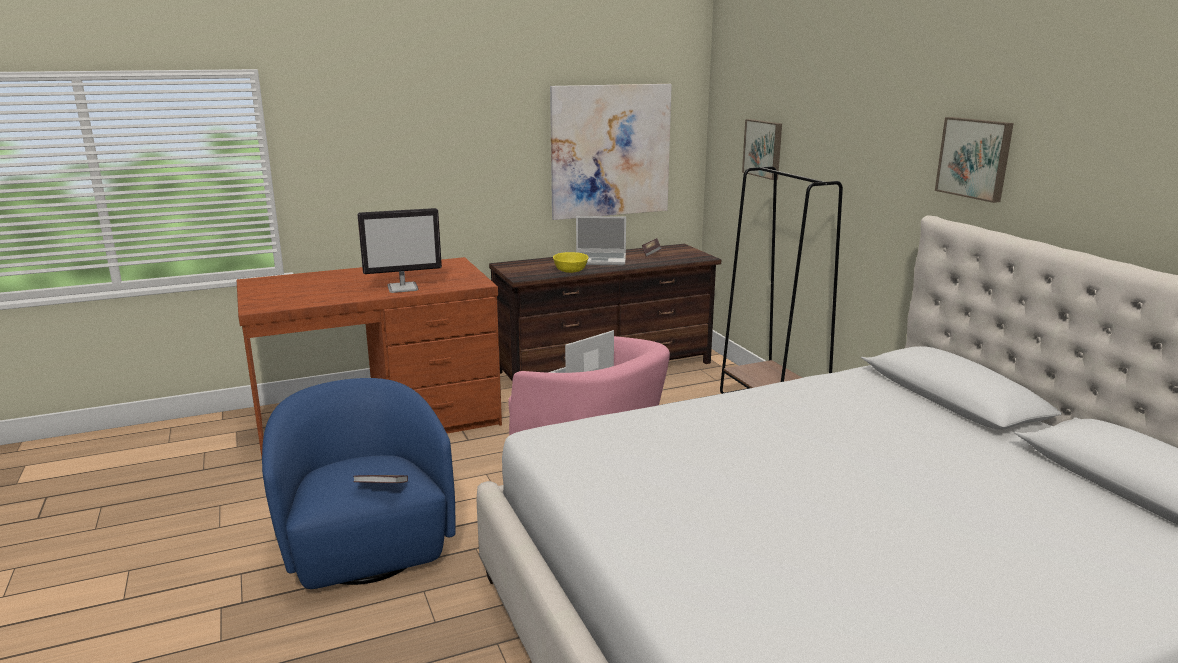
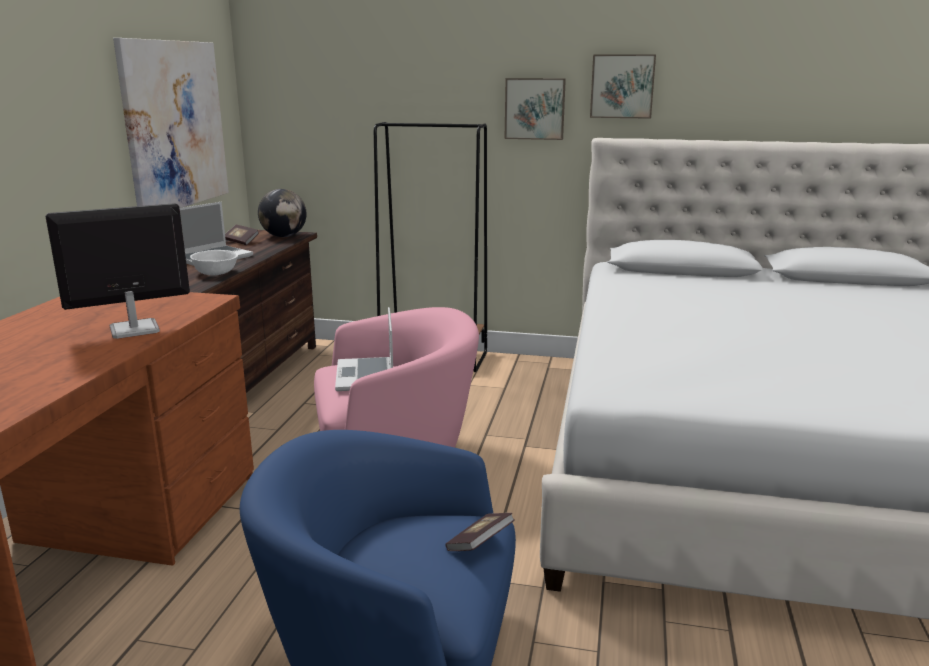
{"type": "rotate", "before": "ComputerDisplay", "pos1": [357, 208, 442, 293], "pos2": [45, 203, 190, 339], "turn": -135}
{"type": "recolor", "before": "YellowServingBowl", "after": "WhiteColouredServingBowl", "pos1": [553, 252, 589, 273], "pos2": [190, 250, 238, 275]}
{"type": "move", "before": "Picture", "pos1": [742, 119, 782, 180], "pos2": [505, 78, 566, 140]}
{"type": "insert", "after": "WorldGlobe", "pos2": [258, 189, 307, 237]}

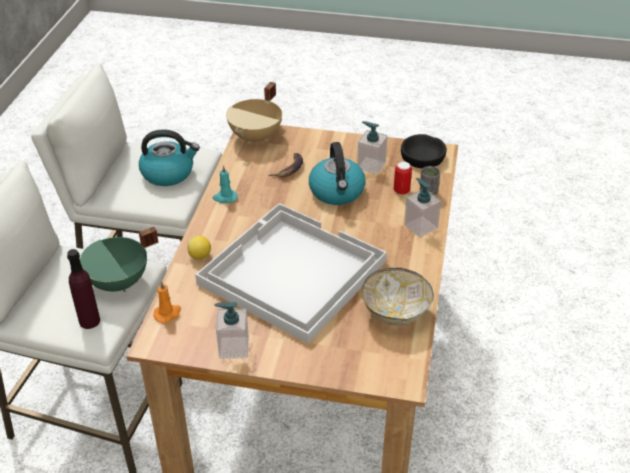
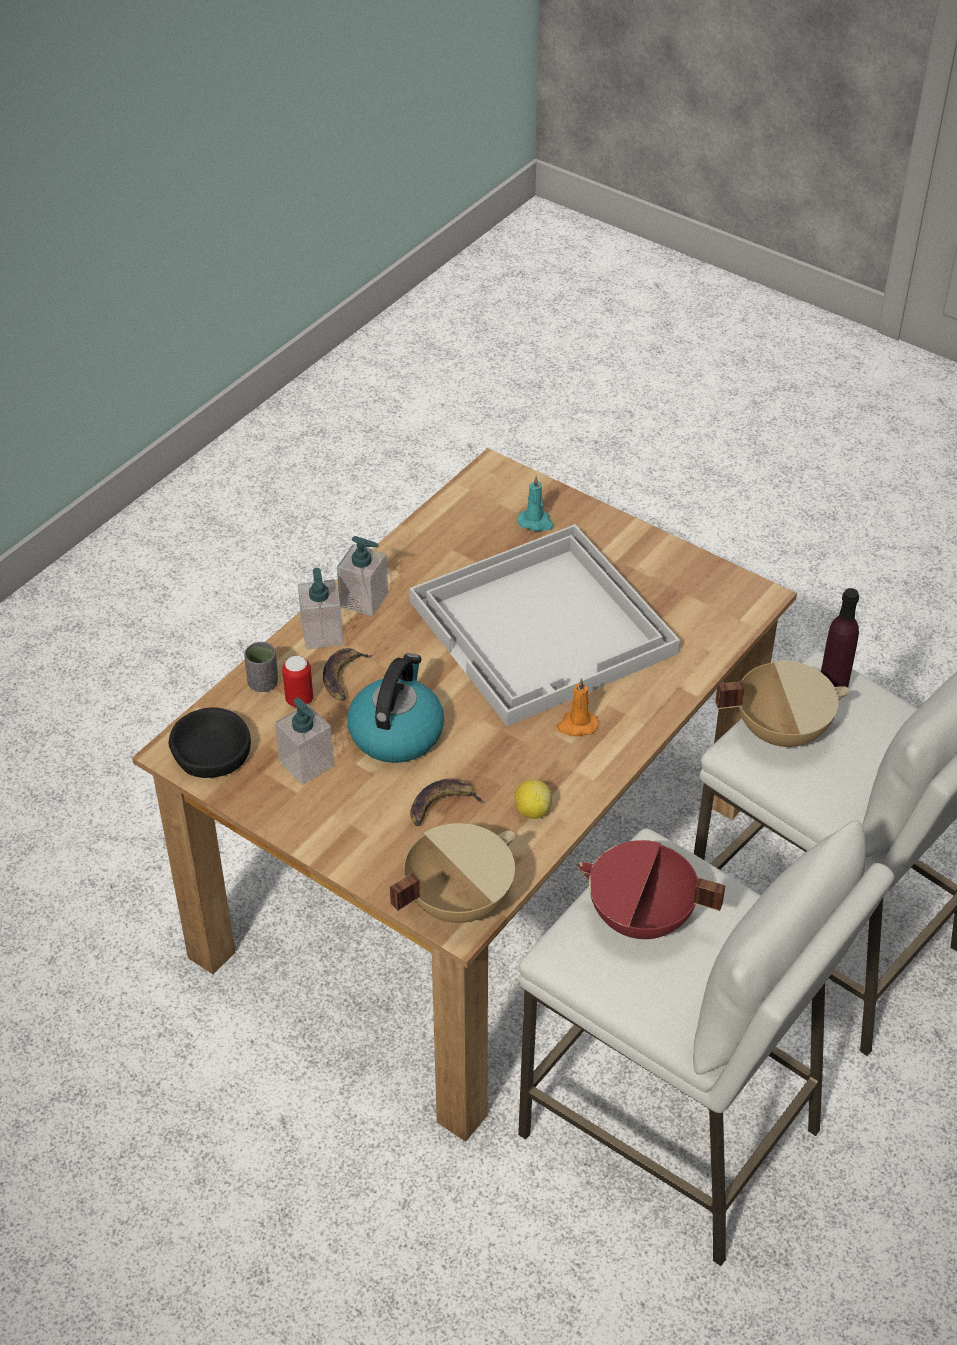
{"type": "recolor", "before": "GreenColouredCookingPot", "after": "BeigeCookingPot", "pos1": [80, 227, 158, 292], "pos2": [715, 660, 850, 749]}
{"type": "replace", "before": "WaterKettle", "after": "RedColouredCookingPot", "pos1": [139, 130, 200, 186], "pos2": [577, 840, 726, 939]}
{"type": "move", "before": "OrangeColouredCandle", "pos1": [153, 280, 181, 323], "pos2": [557, 678, 598, 736]}
{"type": "move", "before": "WholeLemon", "pos1": [187, 236, 211, 259], "pos2": [514, 779, 552, 819]}
{"type": "move", "before": "TurquoiseCandle", "pos1": [213, 165, 238, 203], "pos2": [517, 475, 554, 531]}
{"type": "move", "before": "LiquidSoapBottle", "pos1": [214, 302, 249, 359], "pos2": [337, 536, 388, 617]}
{"type": "delete", "before": "ServingBowl", "pos1": [362, 268, 434, 326]}
{"type": "insert", "after": "WholeBanana", "pos2": [323, 648, 373, 701]}

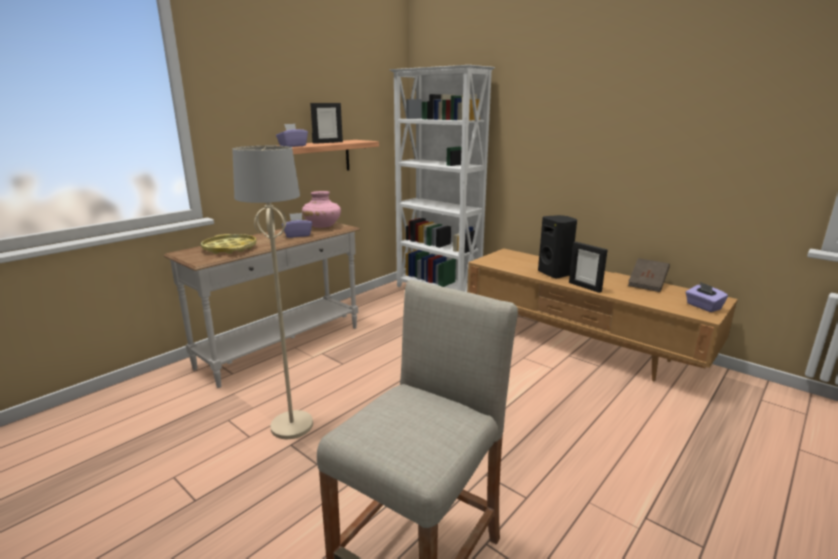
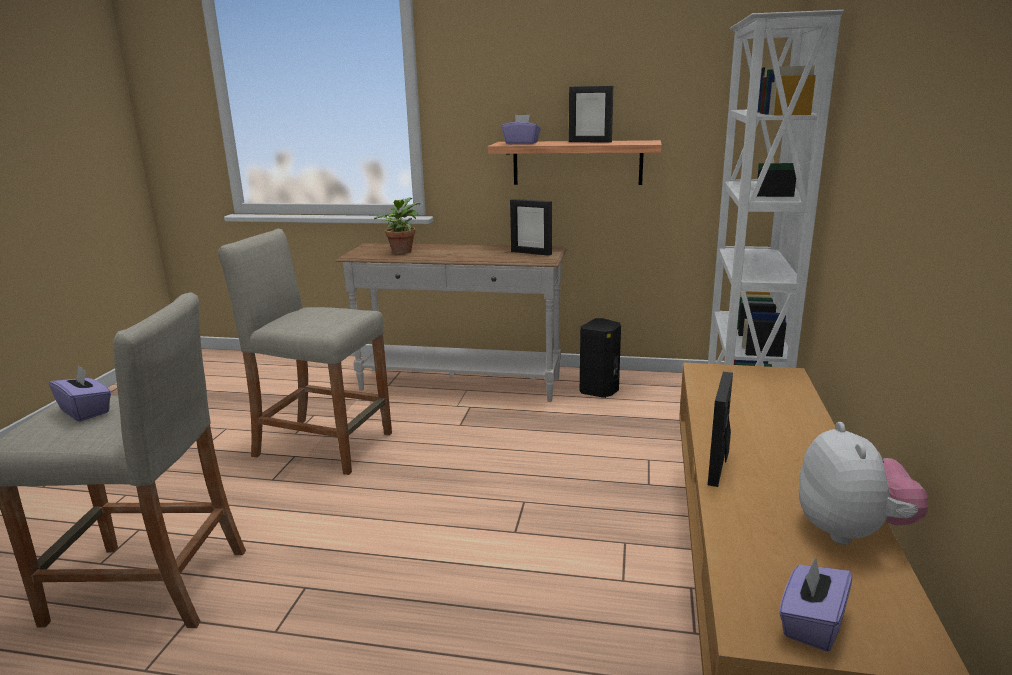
{"type": "replace", "before": "YellowCarryingTray", "after": "PottedPlant", "pos1": [201, 234, 256, 254], "pos2": [374, 197, 420, 254]}
{"type": "replace", "before": "BeigeStandingLamp", "after": "BeigeStoolSeat", "pos1": [232, 146, 313, 439], "pos2": [217, 229, 392, 475]}
{"type": "move", "before": "PurplishBoxOfTissues", "pos1": [282, 213, 312, 238], "pos2": [49, 365, 111, 422]}
{"type": "replace", "before": "PinkColouredFlowerVase", "after": "PhotoFrame", "pos1": [302, 191, 341, 228], "pos2": [510, 199, 552, 256]}
{"type": "move", "before": "BlackColouredSpeaker", "pos1": [538, 215, 577, 279], "pos2": [580, 318, 621, 398]}
{"type": "replace", "before": "BrownishBook", "after": "PlushToy", "pos1": [628, 258, 670, 292], "pos2": [799, 422, 928, 545]}

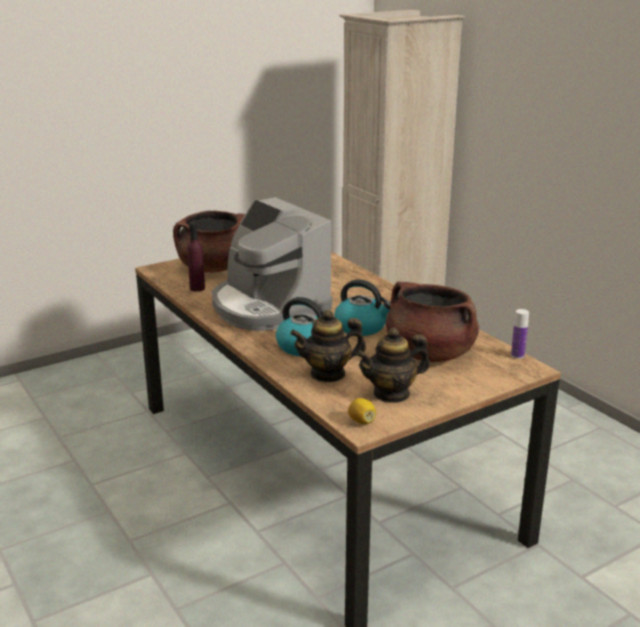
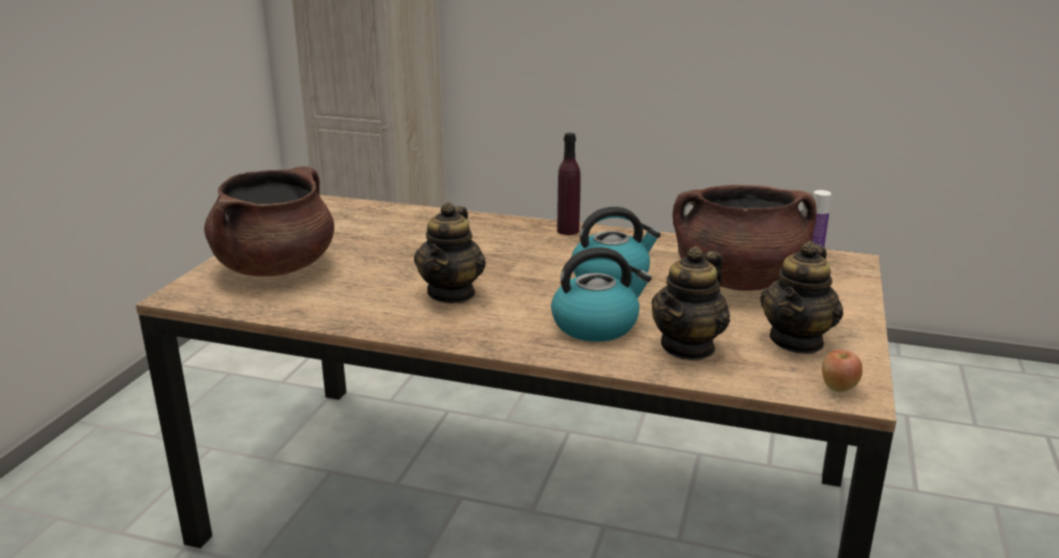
{"type": "move", "before": "PurplishBottle", "pos1": [187, 223, 205, 292], "pos2": [557, 133, 581, 235]}
{"type": "replace", "before": "CoffeeBrewer", "after": "Teapot", "pos1": [212, 197, 333, 331], "pos2": [414, 202, 486, 304]}
{"type": "replace", "before": "WholeLemon", "after": "AppleFruit", "pos1": [348, 398, 376, 424], "pos2": [822, 350, 862, 392]}

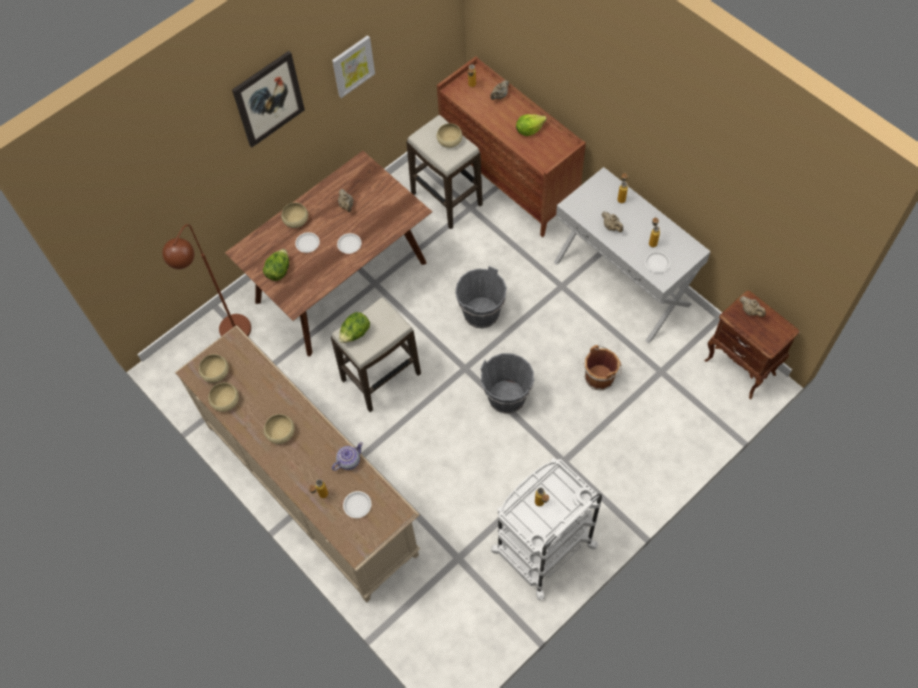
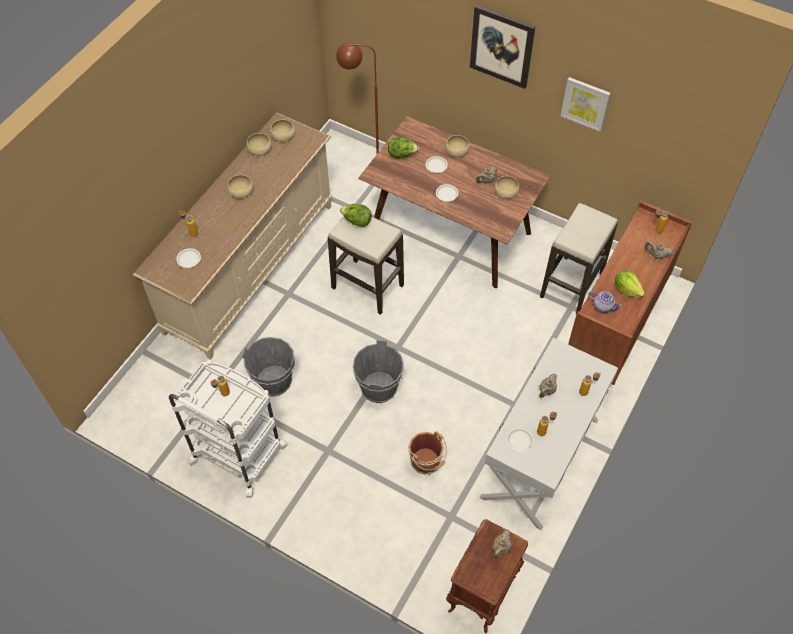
{"type": "move", "before": "Teapot", "pos1": [332, 442, 363, 471], "pos2": [589, 291, 622, 313]}
{"type": "move", "before": "BeigeServingBowl", "pos1": [437, 123, 462, 148], "pos2": [494, 176, 519, 199]}
{"type": "move", "before": "GreyishWaterBucket", "pos1": [455, 266, 507, 328], "pos2": [242, 337, 295, 396]}

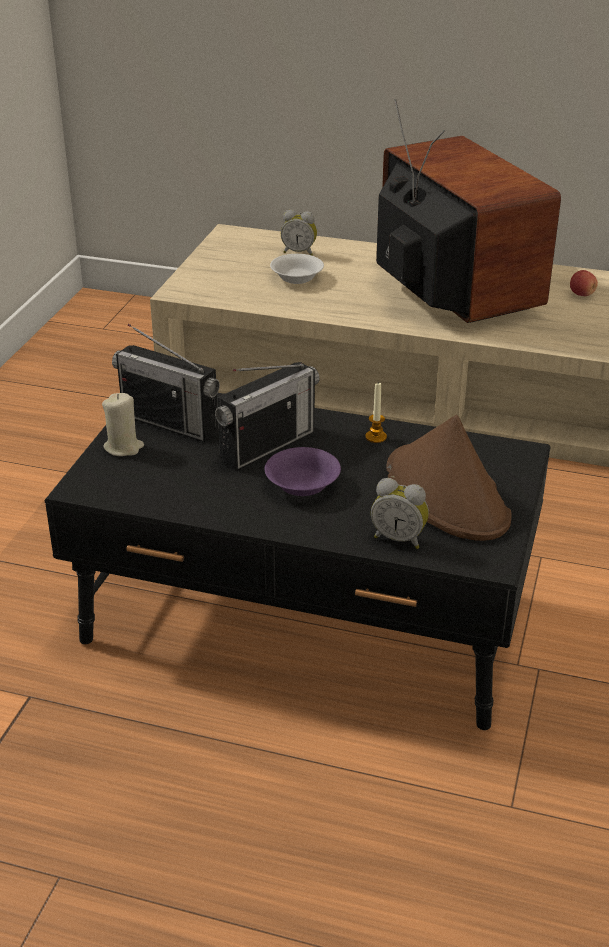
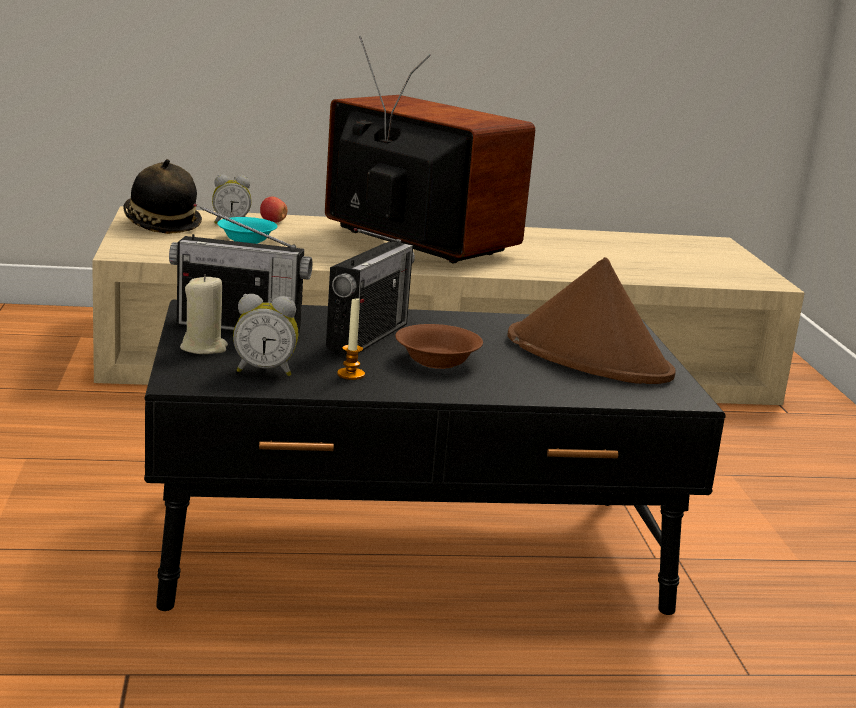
{"type": "recolor", "before": "PurplishServingBowl", "after": "BrownishServingBowl", "pos1": [265, 447, 341, 496], "pos2": [395, 324, 483, 369]}
{"type": "recolor", "before": "WhiteColouredServingBowl", "after": "TurquoiseServingBowl", "pos1": [270, 254, 324, 284], "pos2": [217, 217, 278, 244]}
{"type": "move", "before": "Candle", "pos1": [365, 383, 387, 443], "pos2": [337, 298, 365, 380]}
{"type": "move", "before": "TableClock", "pos1": [371, 478, 429, 549], "pos2": [233, 294, 298, 376]}
{"type": "move", "before": "AppleFruit", "pos1": [570, 270, 598, 296], "pos2": [260, 197, 288, 223]}
{"type": "insert", "after": "WearableHat", "pos2": [123, 159, 202, 234]}

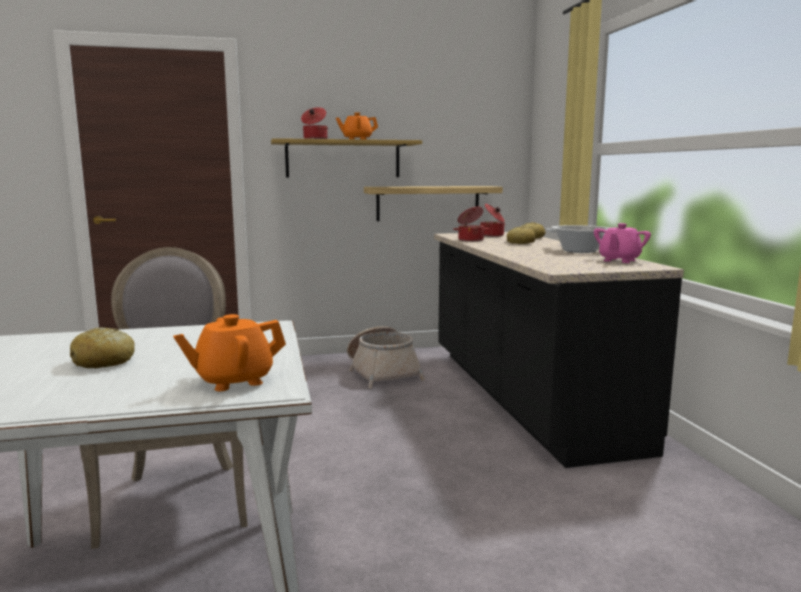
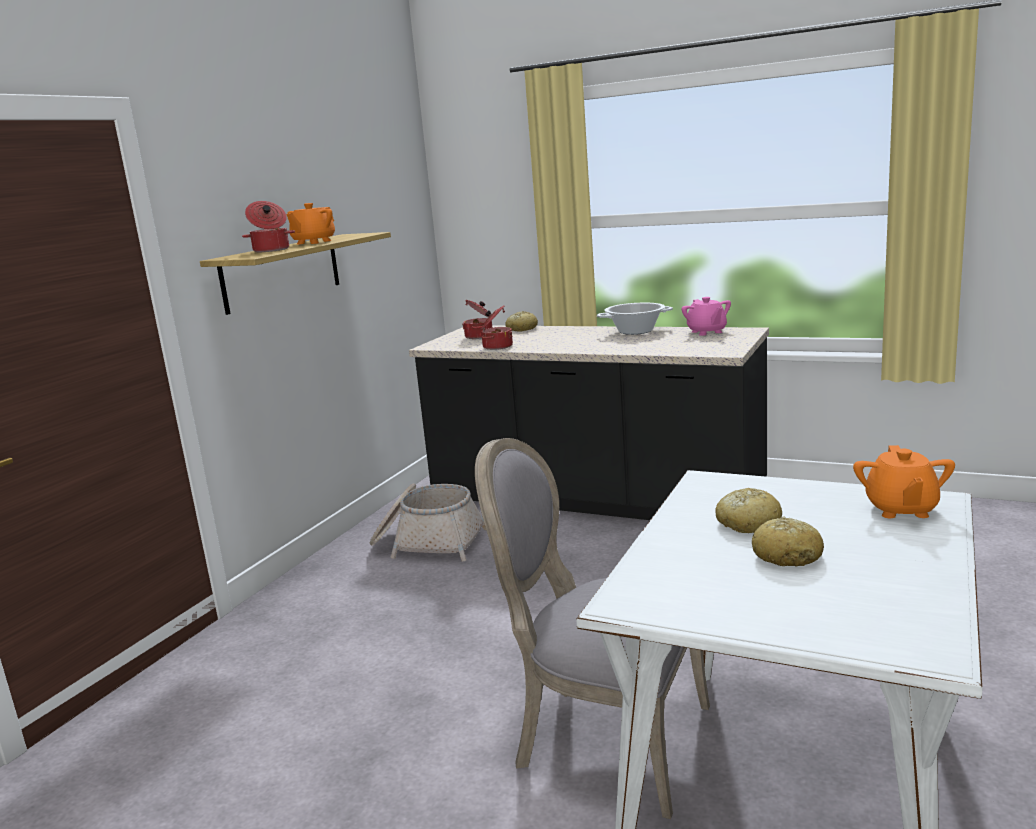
{"type": "delete", "before": "Shelf", "pos1": [364, 186, 503, 221]}
{"type": "move", "before": "BakedBread", "pos1": [507, 226, 536, 244], "pos2": [715, 488, 782, 533]}

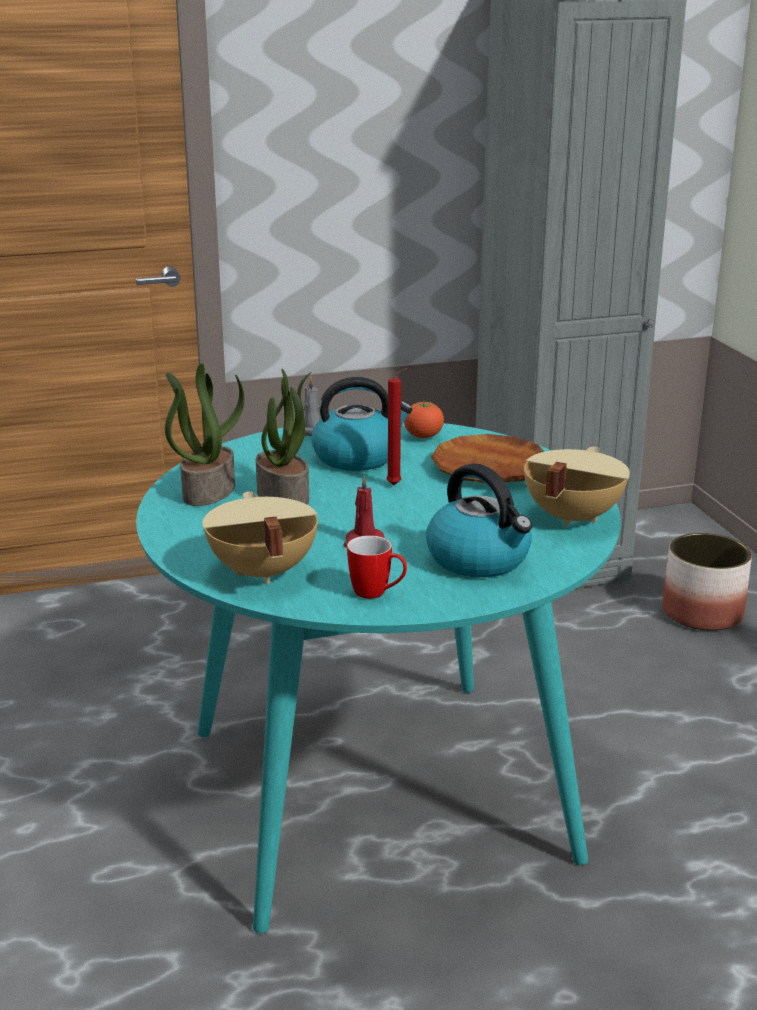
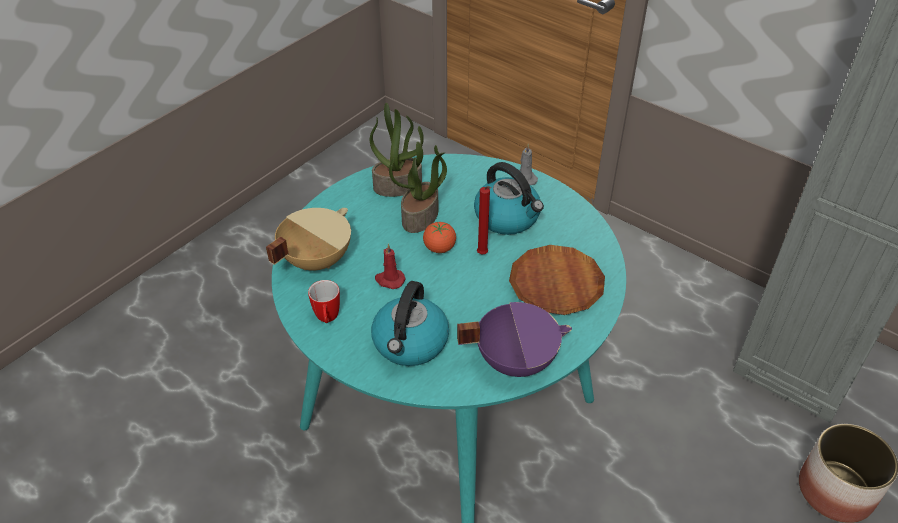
{"type": "move", "before": "FreshTomato", "pos1": [404, 400, 444, 438], "pos2": [423, 221, 456, 253]}
{"type": "recolor", "before": "BeigeCookingPot", "after": "PurplishCookingPot", "pos1": [524, 447, 630, 527], "pos2": [457, 302, 572, 377]}

